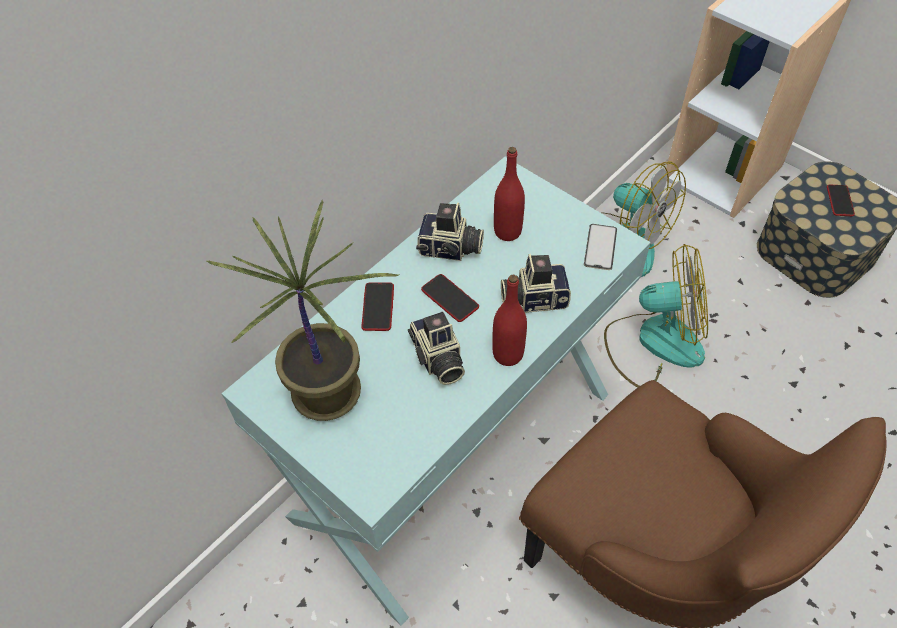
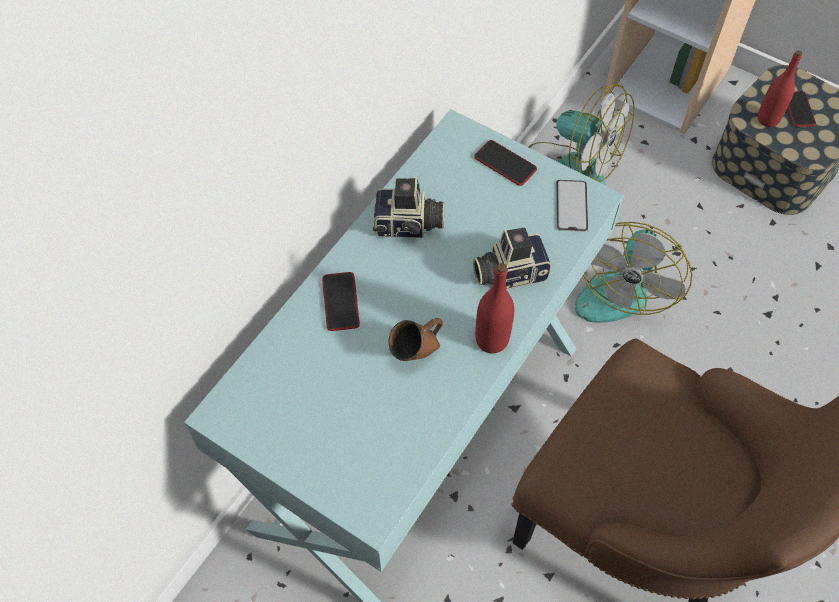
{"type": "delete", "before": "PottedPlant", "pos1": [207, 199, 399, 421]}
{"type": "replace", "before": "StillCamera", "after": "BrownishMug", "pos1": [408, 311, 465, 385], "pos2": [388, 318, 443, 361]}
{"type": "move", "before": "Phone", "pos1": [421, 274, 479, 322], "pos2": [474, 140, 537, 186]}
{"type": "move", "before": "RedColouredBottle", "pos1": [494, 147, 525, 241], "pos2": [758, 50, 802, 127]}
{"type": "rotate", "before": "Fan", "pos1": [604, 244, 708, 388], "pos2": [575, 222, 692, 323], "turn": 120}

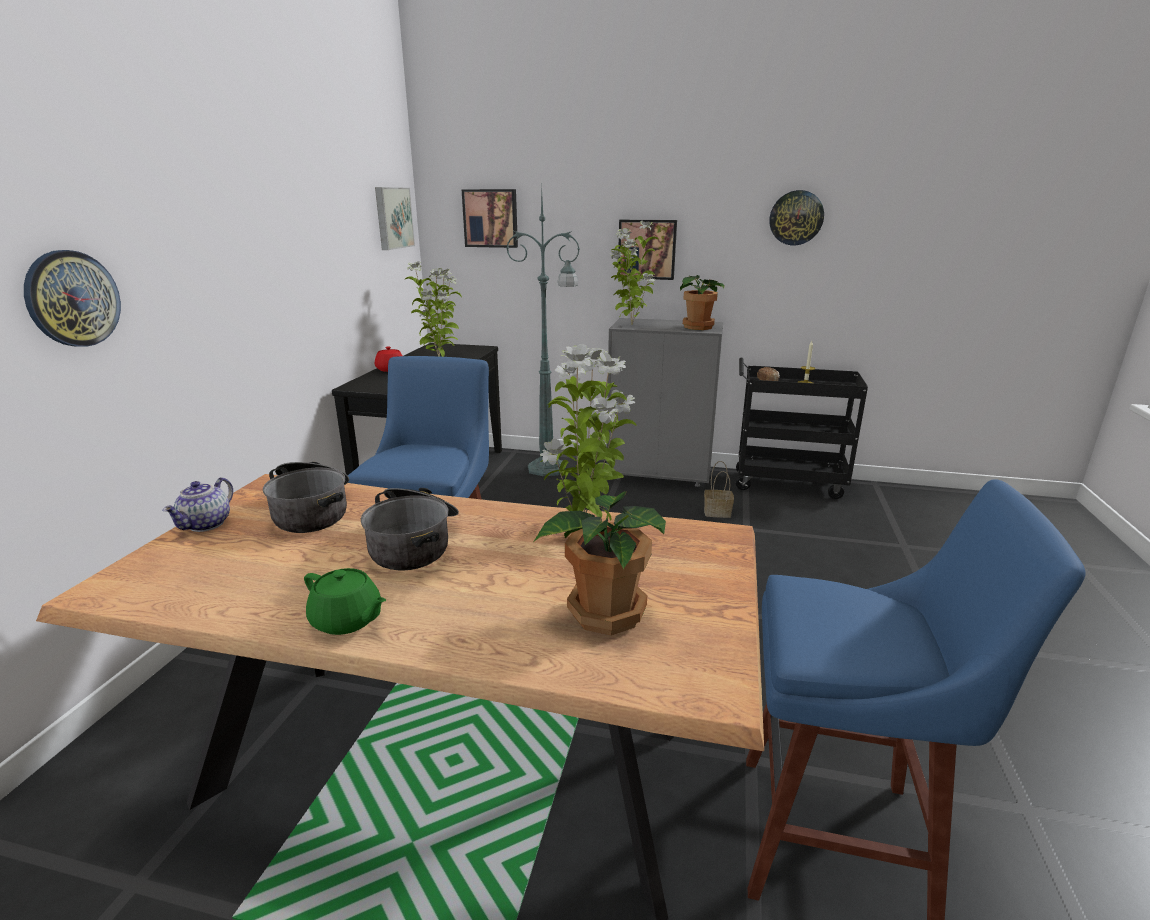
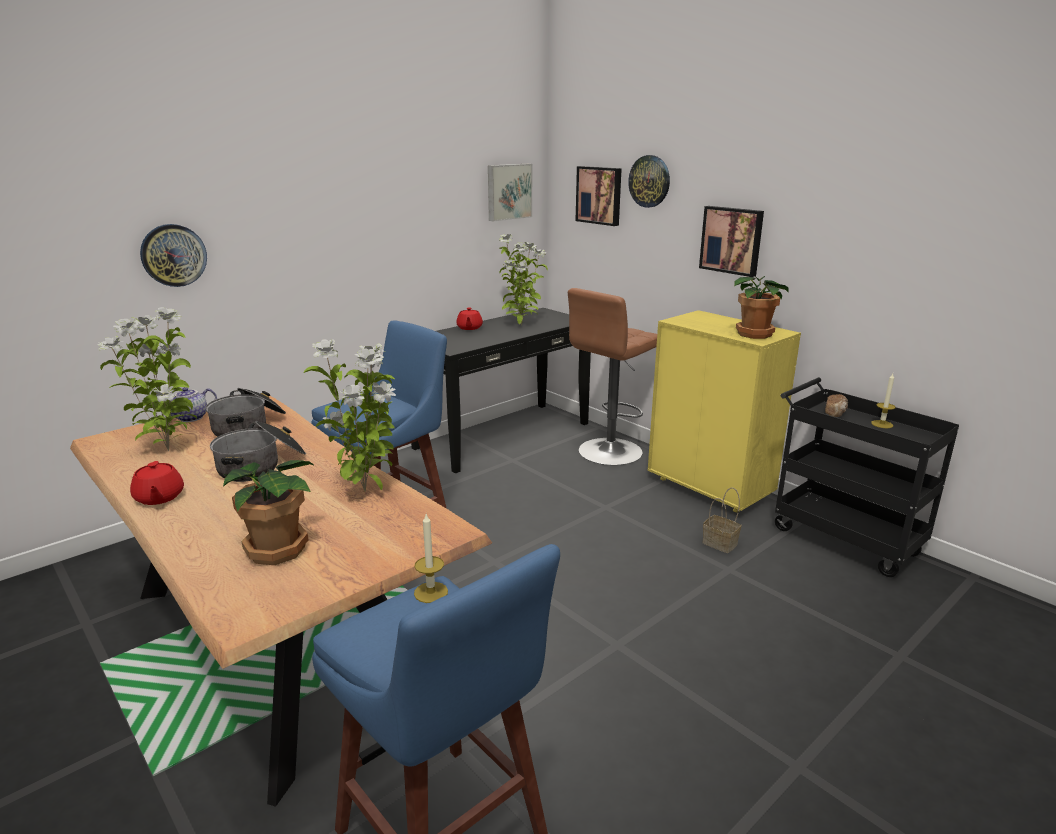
{"type": "recolor", "before": "GreenColouredTeapot", "after": "RedColouredTeapot", "pos1": [304, 568, 386, 635], "pos2": [130, 461, 184, 505]}
{"type": "replace", "before": "GreenColouredStandingLamp", "after": "BrownishStoolSeat", "pos1": [506, 189, 580, 476], "pos2": [568, 288, 657, 465]}
{"type": "recolor", "before": "GreyishCabinet", "after": "YellowCabinet", "pos1": [606, 318, 723, 487], "pos2": [648, 310, 801, 512]}
{"type": "move", "before": "PottedPlant", "pos1": [610, 220, 658, 325], "pos2": [97, 307, 197, 451]}
{"type": "move", "before": "ClockOnTheWall", "pos1": [769, 190, 824, 245], "pos2": [628, 155, 670, 208]}
{"type": "insert", "after": "Candle", "pos2": [414, 514, 448, 603]}

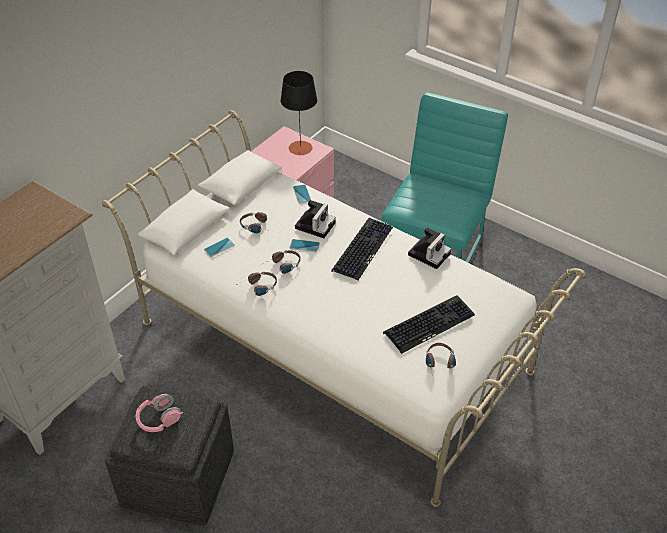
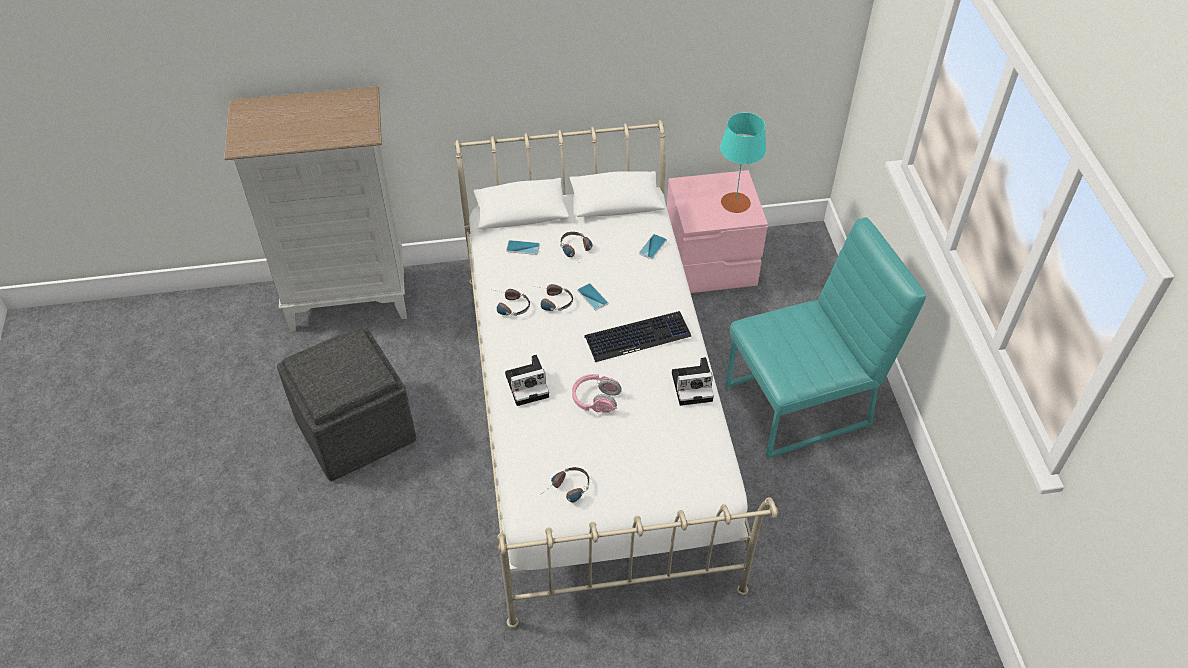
{"type": "move", "before": "PinkColouredHeadset", "pos1": [136, 394, 183, 432], "pos2": [572, 374, 622, 413]}
{"type": "recolor", "before": "BlackColouredTabletopLamp", "after": "TurquoiseTabletopLamp", "pos1": [280, 71, 317, 155], "pos2": [720, 113, 766, 213]}
{"type": "move", "before": "StillCamera", "pos1": [295, 200, 336, 238], "pos2": [505, 355, 549, 406]}
{"type": "delete", "before": "ComputerKeyboard", "pos1": [383, 295, 475, 354]}

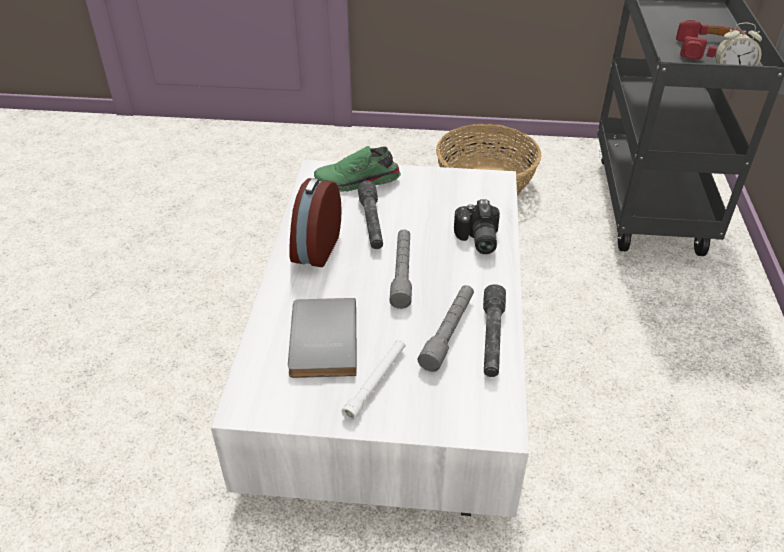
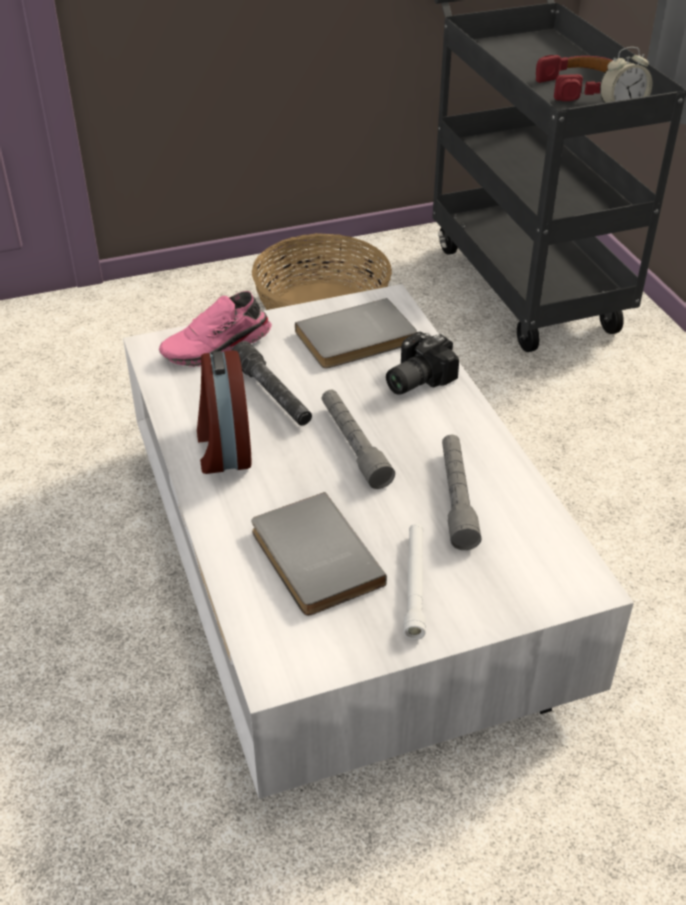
{"type": "recolor", "before": "GreenColouredItemOfFootwear", "after": "PinkColouredItemOfFootwear", "pos1": [314, 146, 401, 192], "pos2": [159, 291, 272, 367]}
{"type": "rotate", "before": "StillCamera", "pos1": [454, 200, 500, 254], "pos2": [386, 332, 459, 395], "turn": 75}
{"type": "delete", "before": "GreyishFlashlight", "pos1": [483, 284, 506, 377]}
{"type": "insert", "after": "GreyishBook", "pos2": [295, 298, 417, 368]}

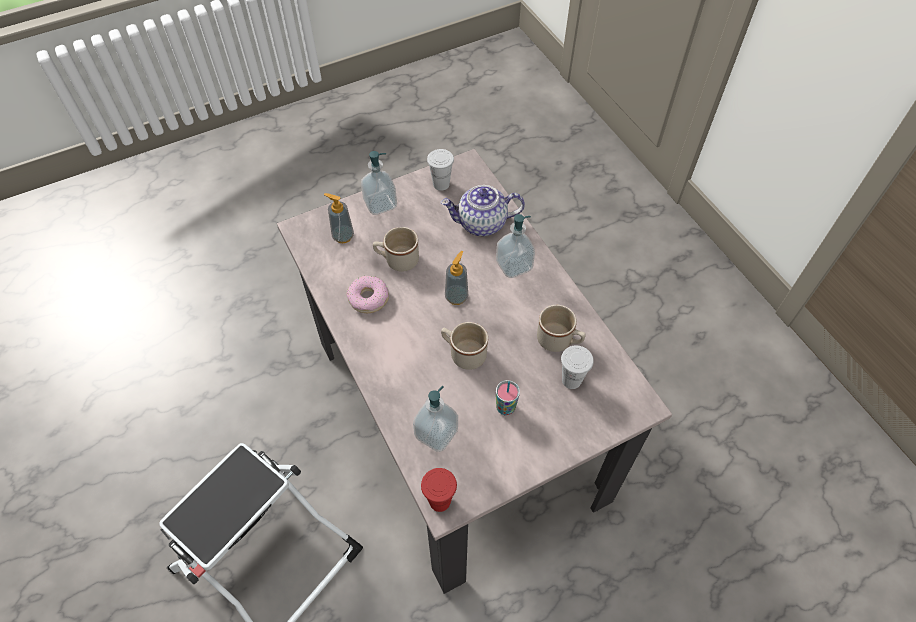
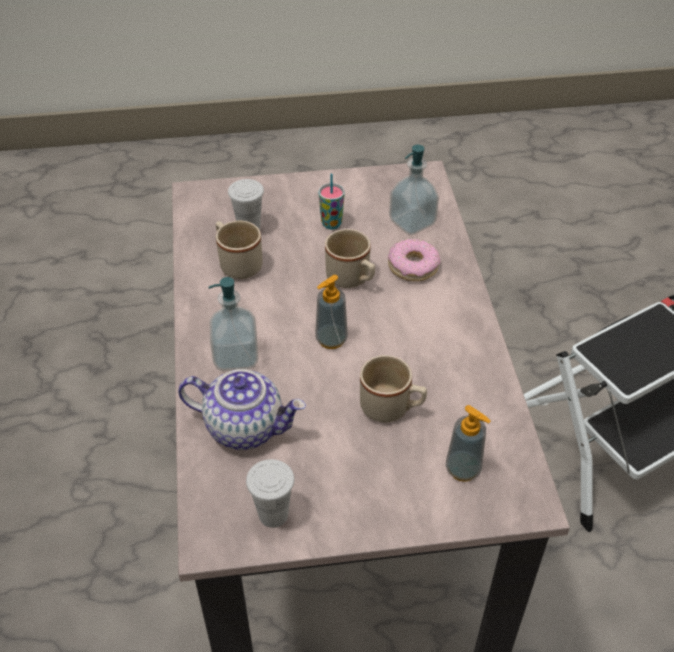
{"type": "move", "before": "RingDoughnut", "pos1": [346, 276, 389, 313], "pos2": [388, 239, 440, 281]}
{"type": "delete", "before": "LiquidSoapBottle", "pos1": [361, 151, 397, 215]}
{"type": "delete", "before": "RedColouredSmallCup", "pos1": [421, 468, 457, 512]}

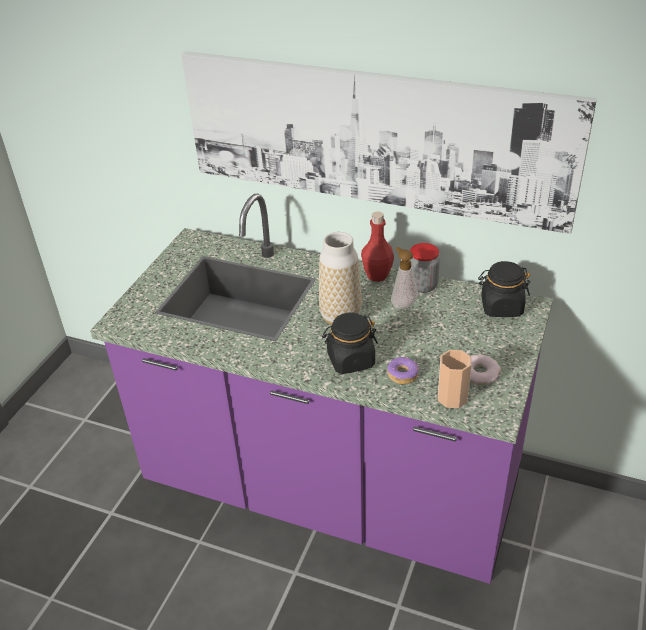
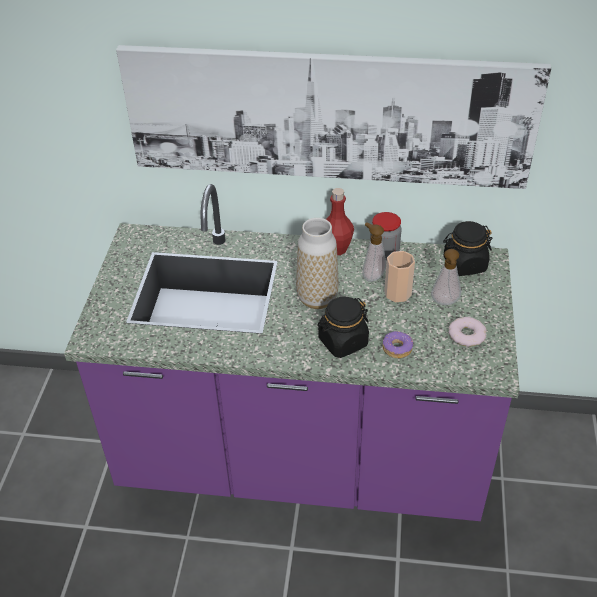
{"type": "move", "before": "SmallCup", "pos1": [438, 350, 471, 408], "pos2": [384, 251, 415, 302]}
{"type": "insert", "after": "LiquidSoapBottle", "pos2": [431, 249, 461, 305]}

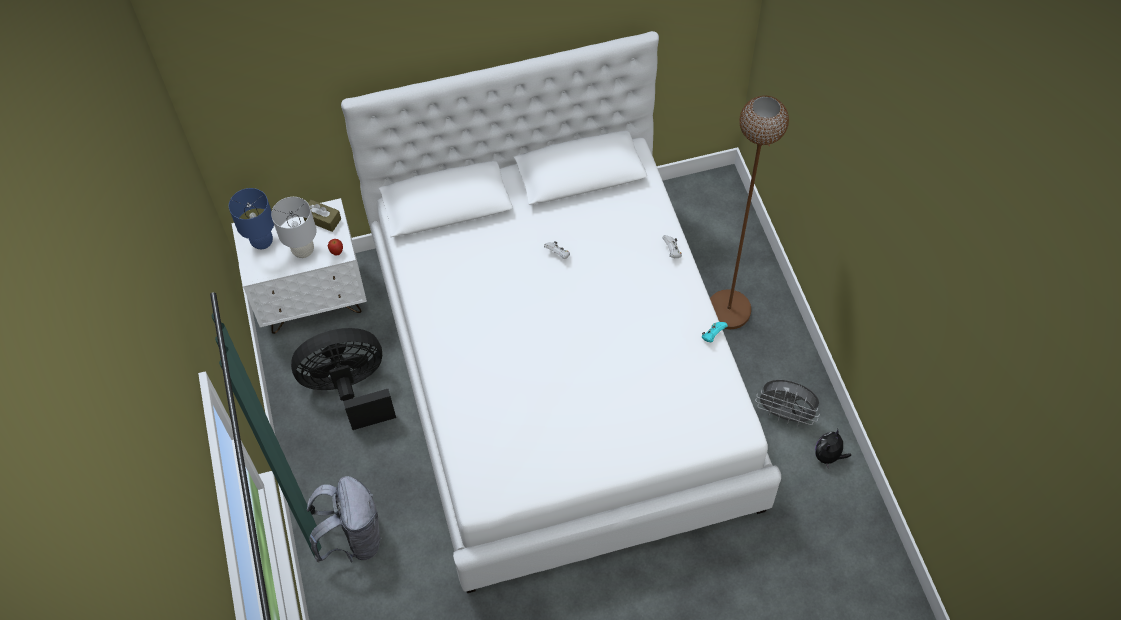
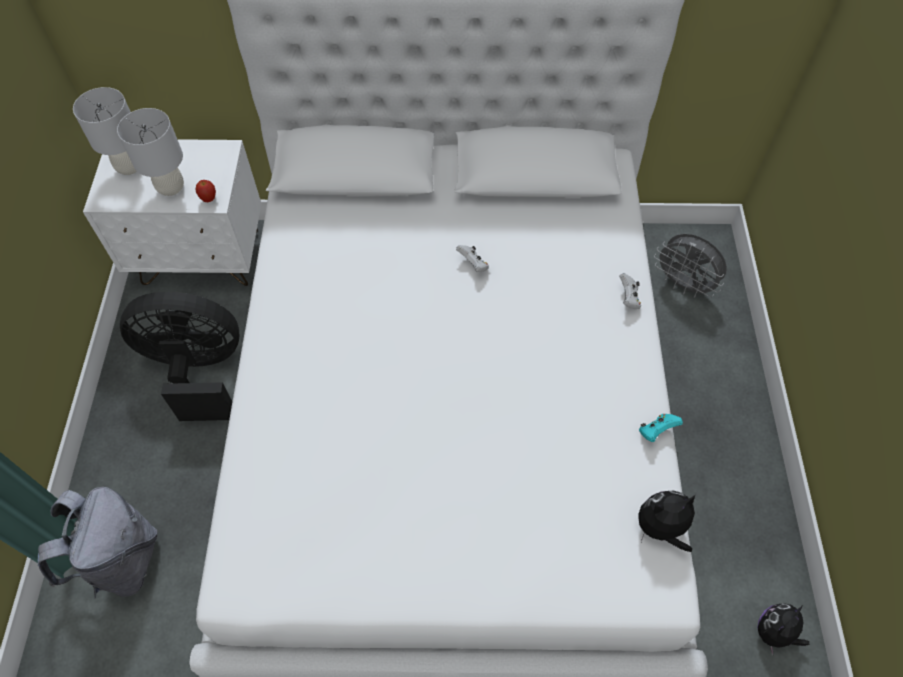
{"type": "recolor", "before": "BlueColouredTabletopLamp", "after": "GreyishTabletopLamp", "pos1": [229, 188, 274, 250], "pos2": [73, 87, 137, 175]}
{"type": "delete", "before": "BrownishBoxOfTissues", "pos1": [303, 200, 341, 232]}
{"type": "delete", "before": "BrownishStandingLamp", "pos1": [710, 96, 789, 329]}
{"type": "move", "before": "GreyishFan", "pos1": [755, 380, 820, 427], "pos2": [654, 234, 727, 298]}
{"type": "insert", "after": "PlushToy", "pos2": [638, 491, 696, 552]}

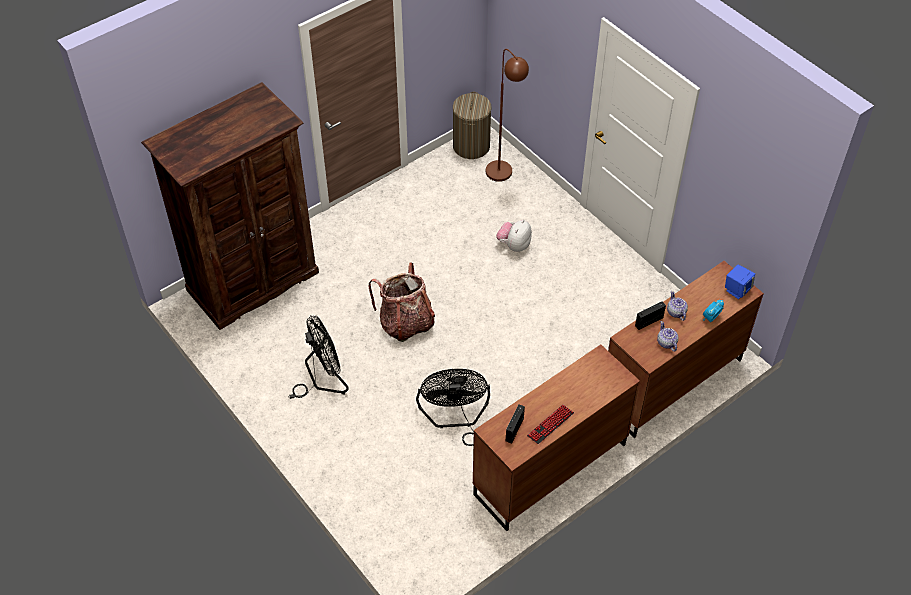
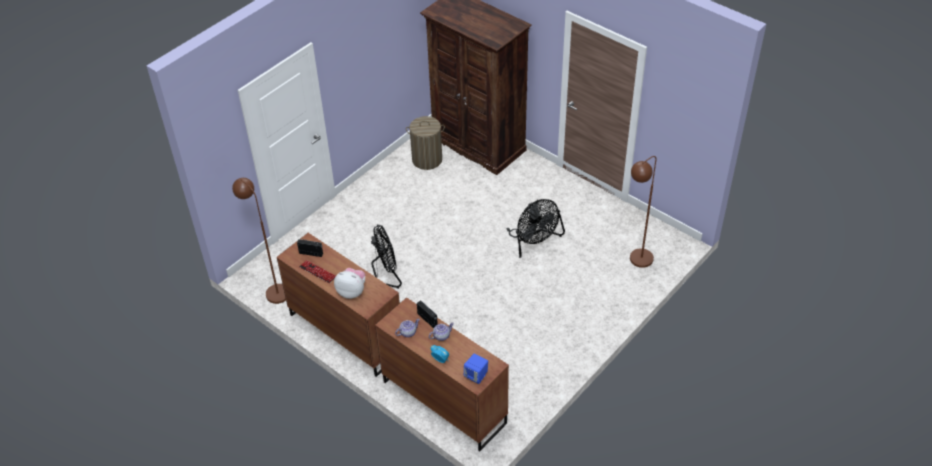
{"type": "move", "before": "BlackColouredFan", "pos1": [288, 315, 349, 399], "pos2": [507, 199, 565, 258]}
{"type": "delete", "before": "Knapsack", "pos1": [369, 262, 435, 342]}
{"type": "move", "before": "Hamper", "pos1": [453, 92, 491, 159], "pos2": [406, 116, 445, 170]}
{"type": "move", "before": "PlushToy", "pos1": [496, 220, 532, 252], "pos2": [334, 268, 365, 299]}
{"type": "insert", "after": "BrownishStandingLamp", "pos2": [232, 178, 286, 304]}

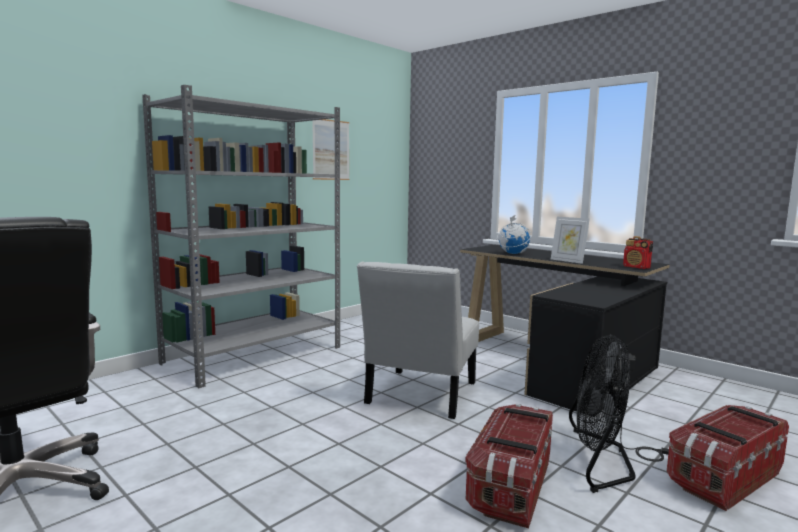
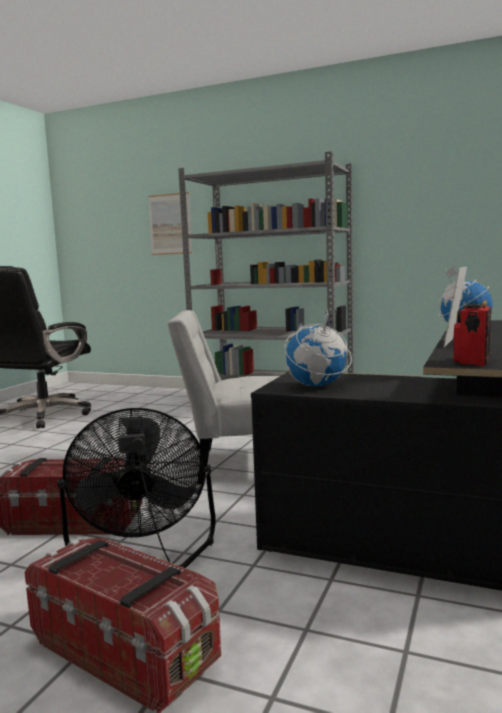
{"type": "move", "before": "Picture", "pos1": [312, 119, 349, 180], "pos2": [148, 192, 193, 255]}
{"type": "insert", "after": "WorldGlobe", "pos2": [284, 307, 352, 387]}

